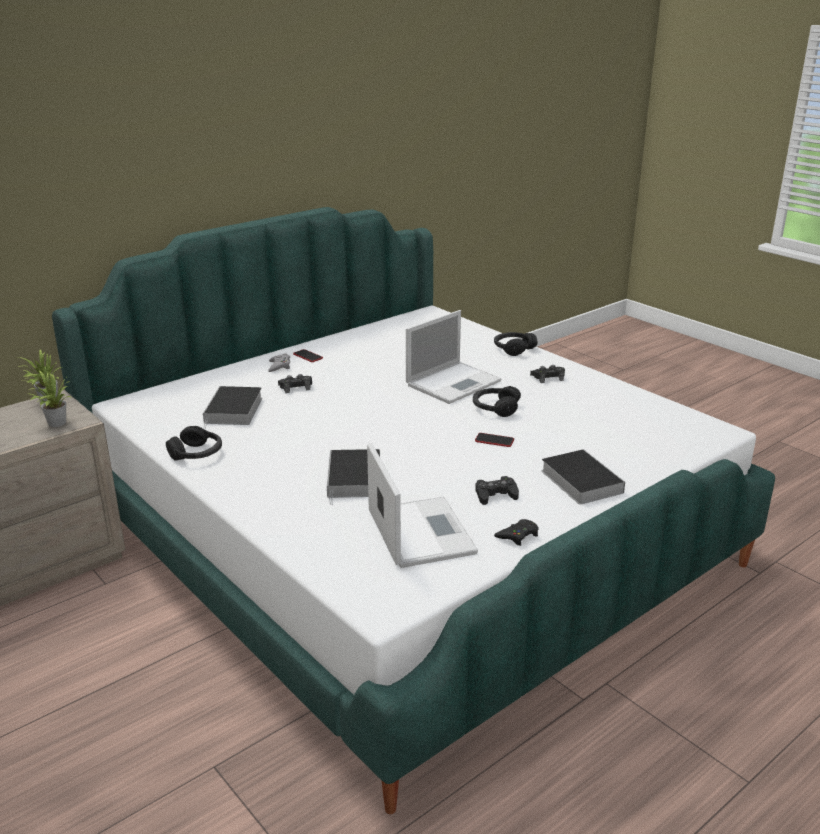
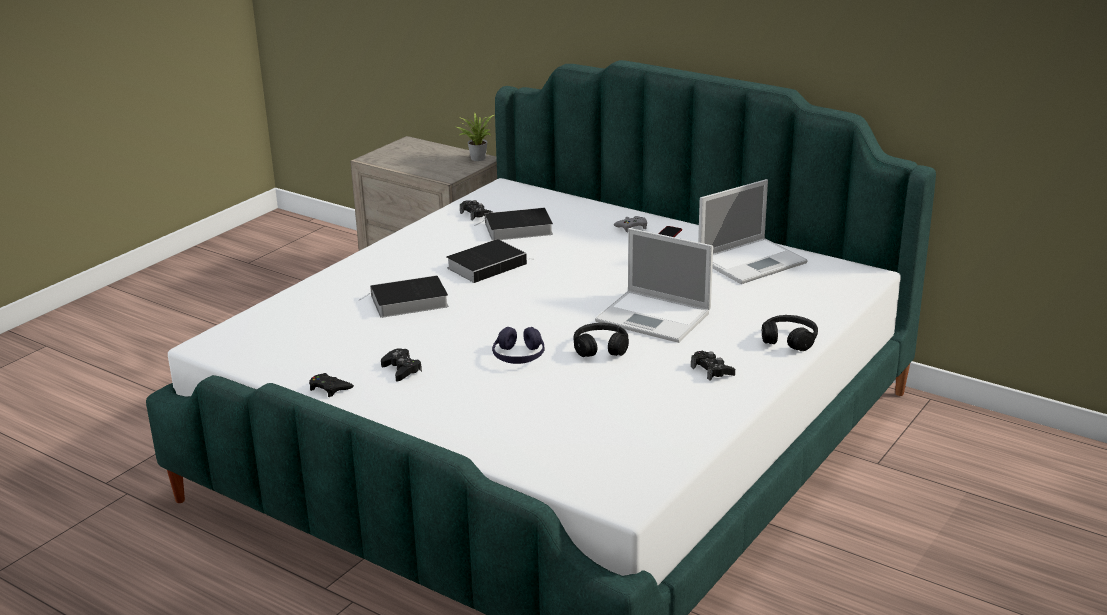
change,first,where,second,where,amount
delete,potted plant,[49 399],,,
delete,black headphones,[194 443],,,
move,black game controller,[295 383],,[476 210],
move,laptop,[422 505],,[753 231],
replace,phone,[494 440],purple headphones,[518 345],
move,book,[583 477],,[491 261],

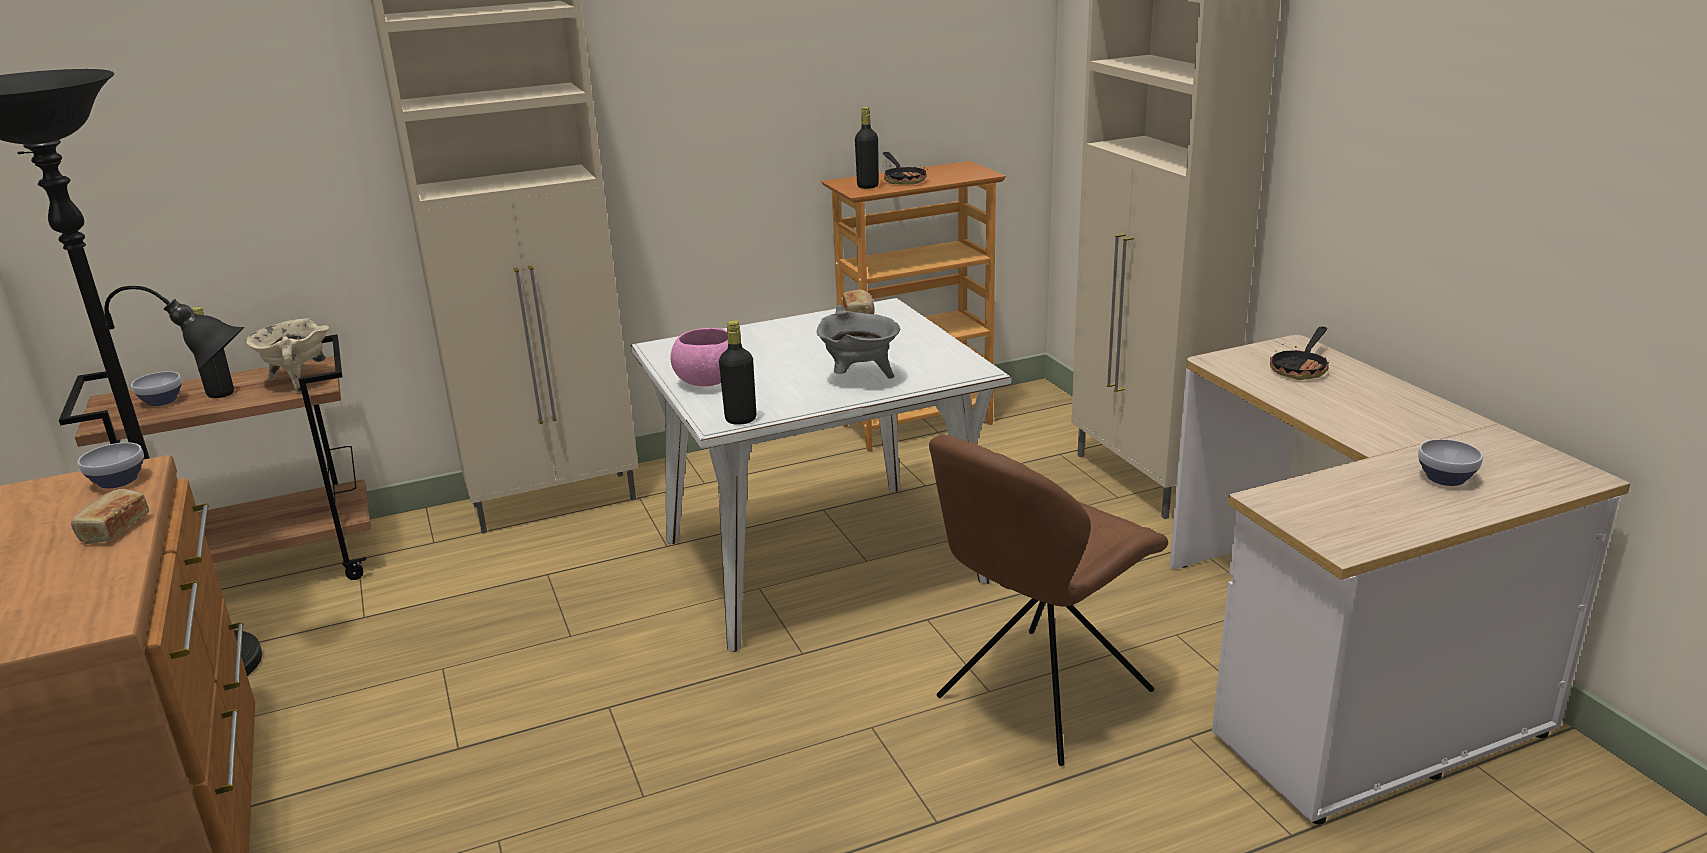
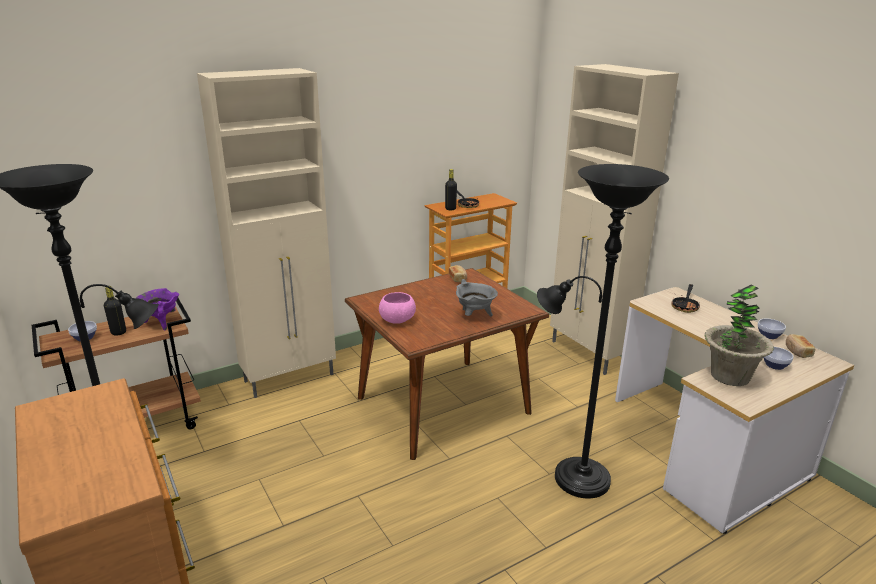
change,first,where,second,where,amount
move,bread,[110 516],,[800 346],
move,bowl,[110 465],,[772 329],
recolor,beige cooking pot,[287 355],purple cooking pot,[157 309],
recolor,white dining table,[821 475],brown dining table,[447 364],
delete,black bottle,[737 372],,,
replace,brown chair,[1048 600],black floor lamp,[603 331],
insert,,,potted plant,[739 335],

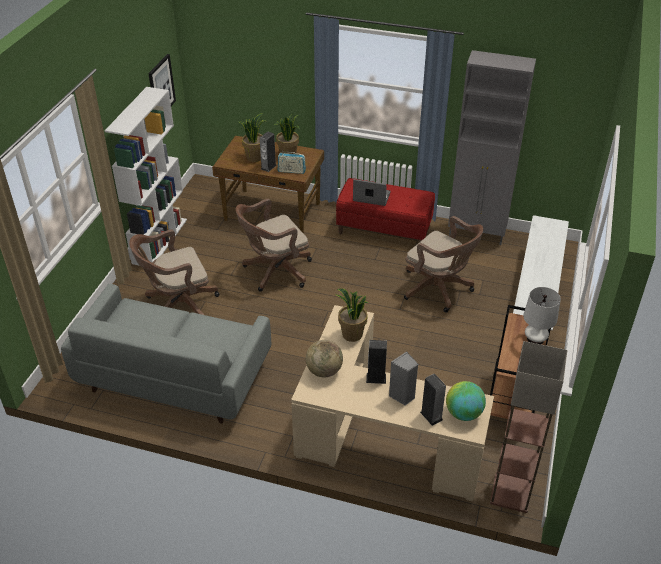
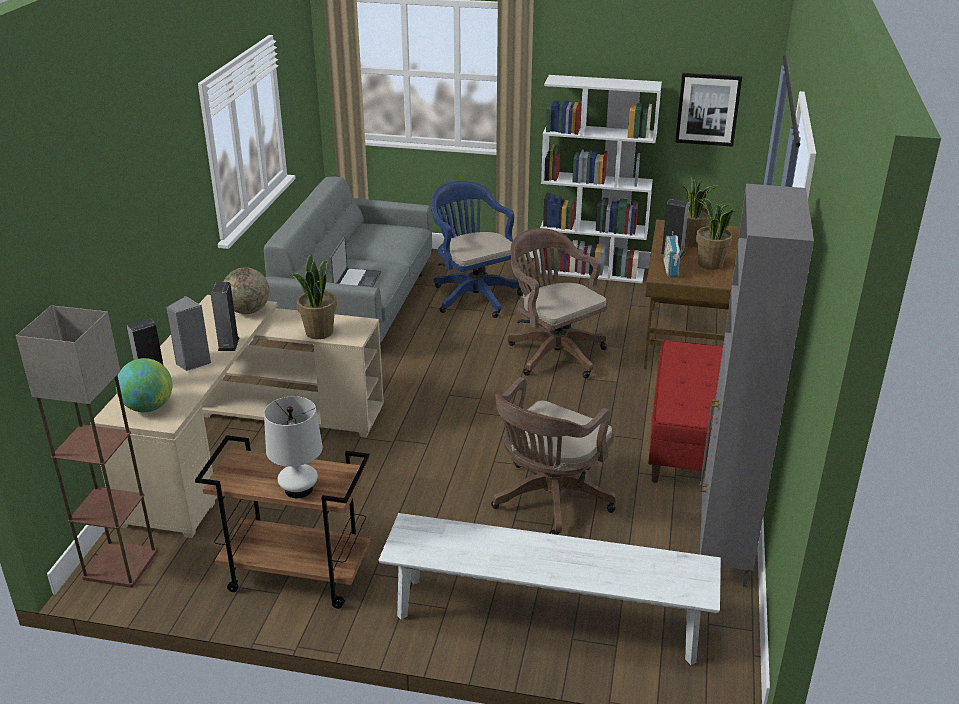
change,first,where,second,where,amount
recolor,brown office chair,[174 272],blue office chair,[477 249],
move,laptop,[371 192],,[355 262],

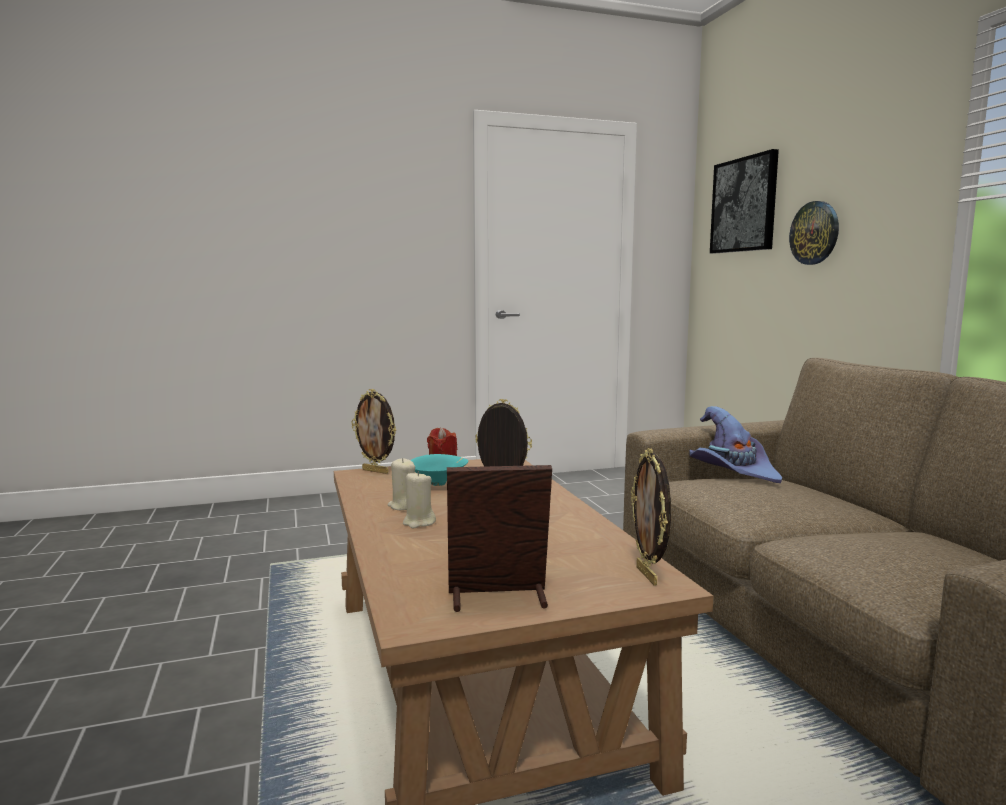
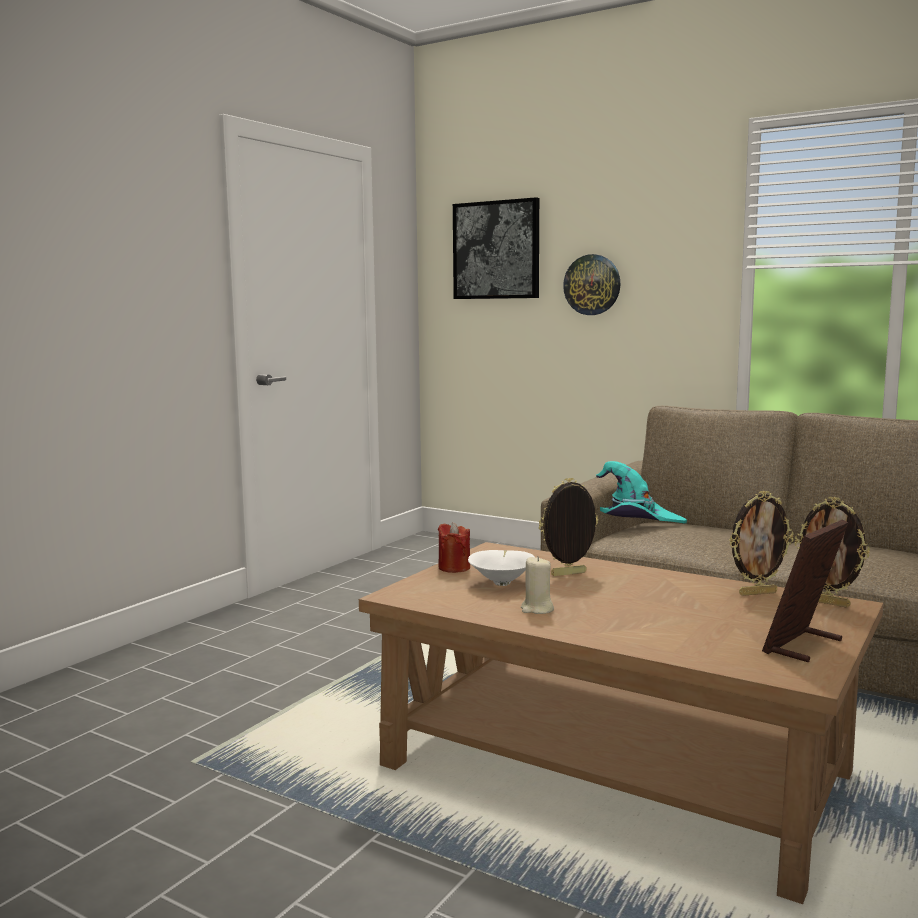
change,first,where,second,where,amount
move,picture frame,[373 431],,[761 543],
delete,beige candle,[419 499],,,
recolor,turquoise bowl,[439 470],white bowl,[501 568],
recolor,purple hat,[736 444],turquoise hat,[641 492],

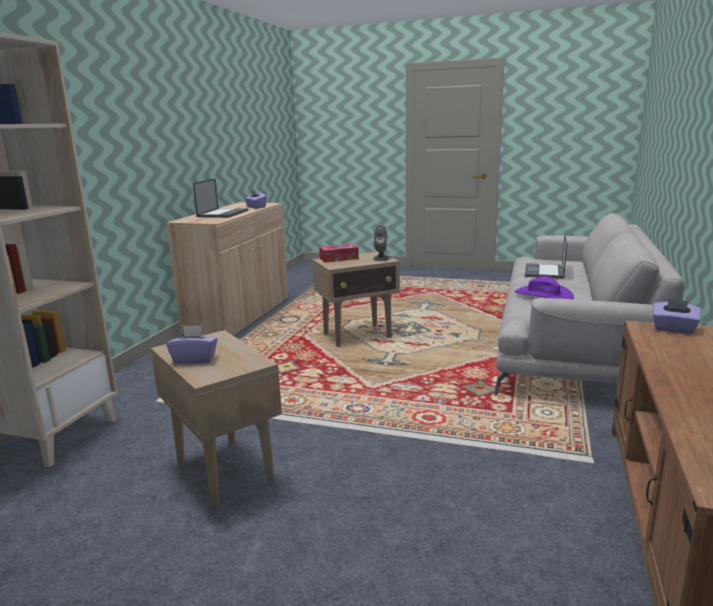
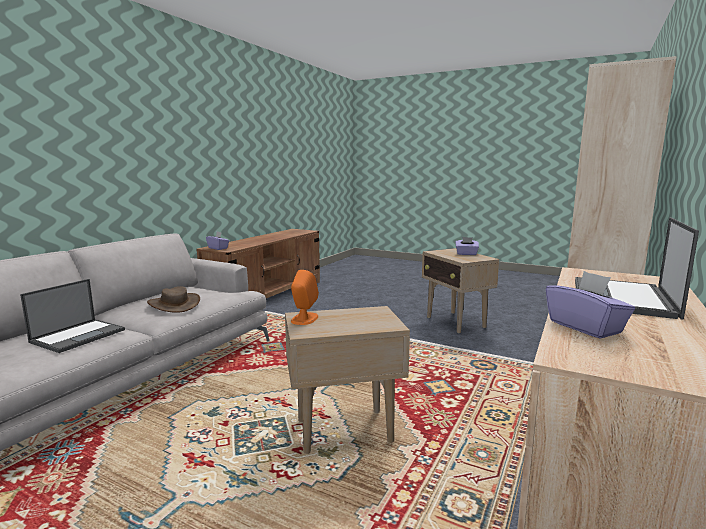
change,first,where,second,where,amount
delete,tissue box,[339 253],,,
recolor,grey speaker,[381 243],orange speaker,[305 297],
recolor,purple hat,[544 287],brown hat,[173 299],

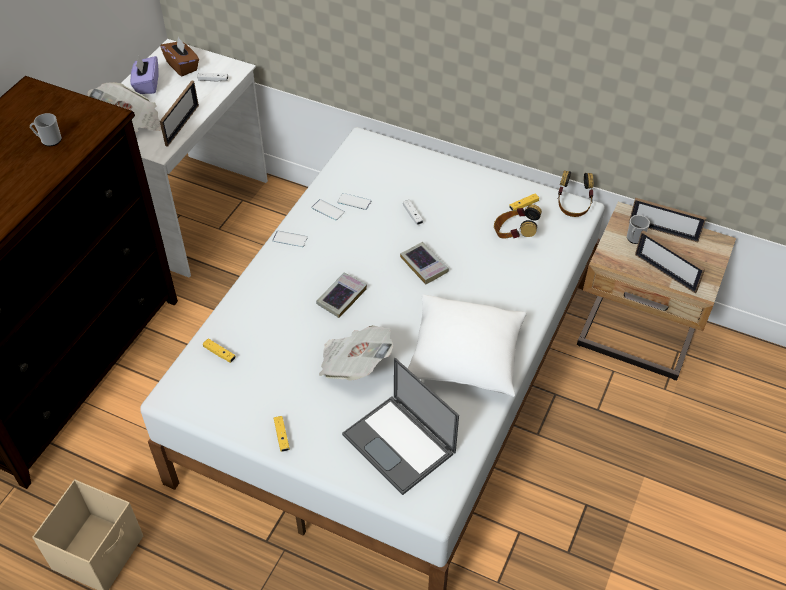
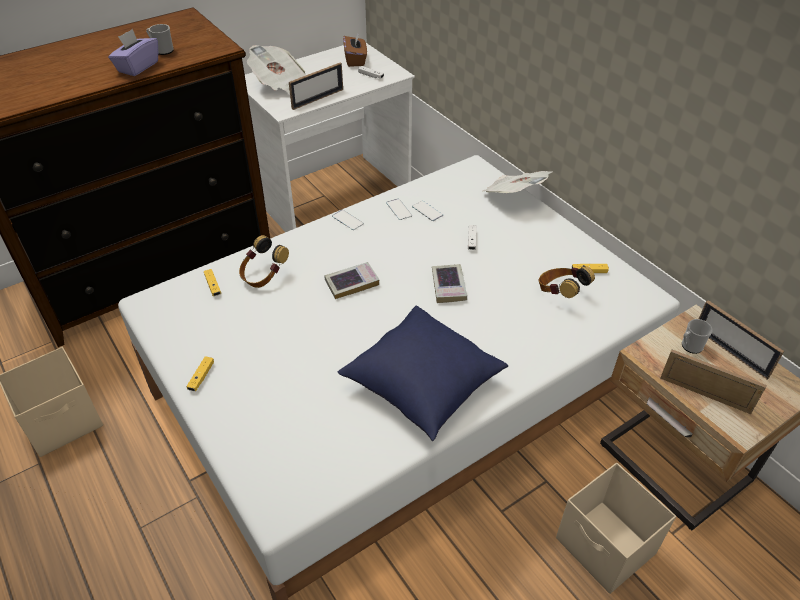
change,first,where,second,where,amount
move,purple tissue box,[144 75],,[133 52],
move,newspaper,[356 353],,[518 182],
delete,laptop,[400 426],,,
recolor,white pillow,[467 346],blue pillow,[423 373],
move,headphones,[576 194],,[264 261],
rotate,picture frame,[670 262],,[713 381],135 degrees clockwise
insert,,,beige storage box,[616 528],

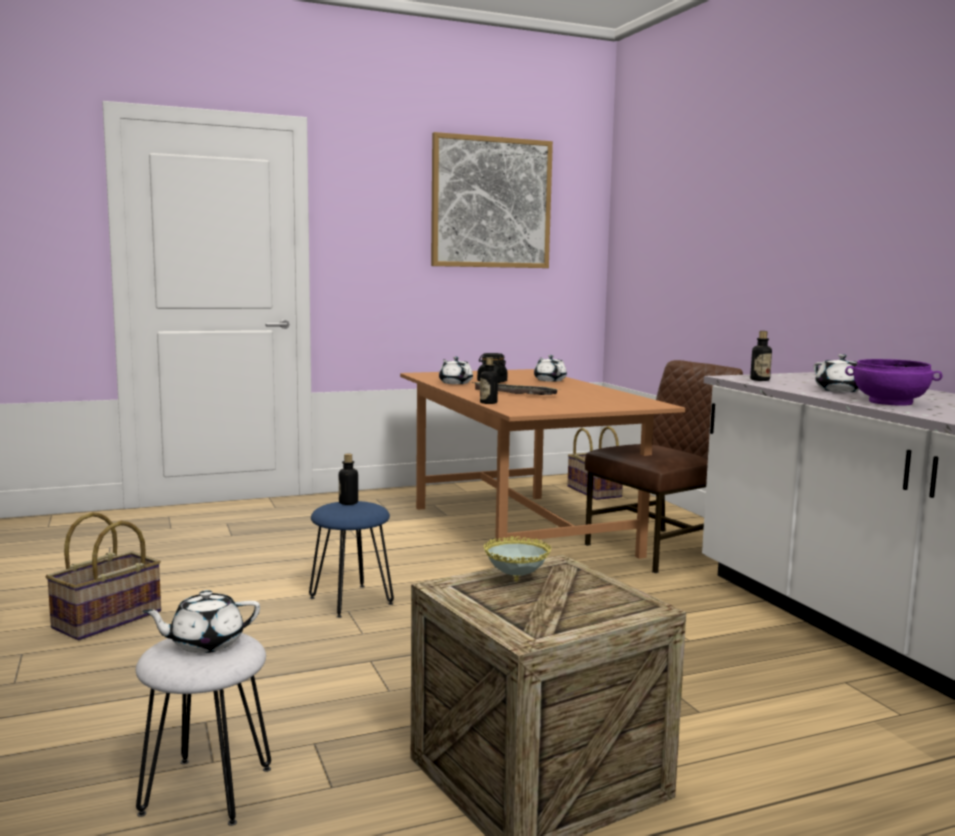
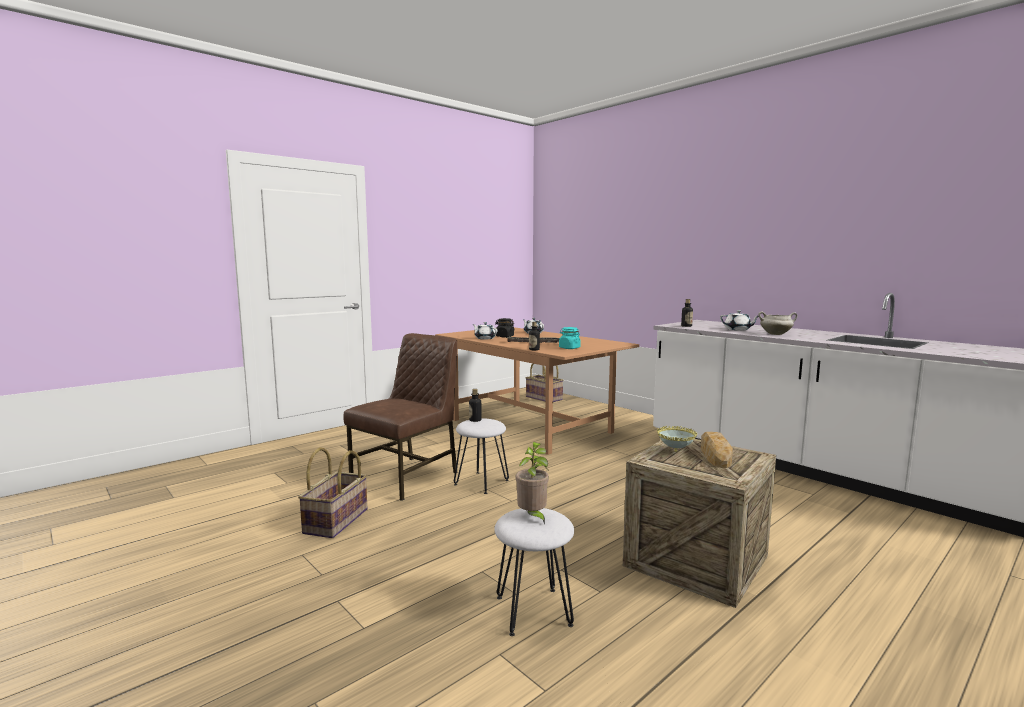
change,first,where,second,where,amount
replace,white teapot,[201 621],potted plant,[532 483],
recolor,blue stool,[351 559],white stool,[481 456],
delete,picture,[492 200],,,
move,brown chair,[664 466],,[400 417],
replace,purple bowl,[894 382],white cooking pot,[778 323],
insert,,,turquoise jar,[570 338],
insert,,,bread,[717 450],

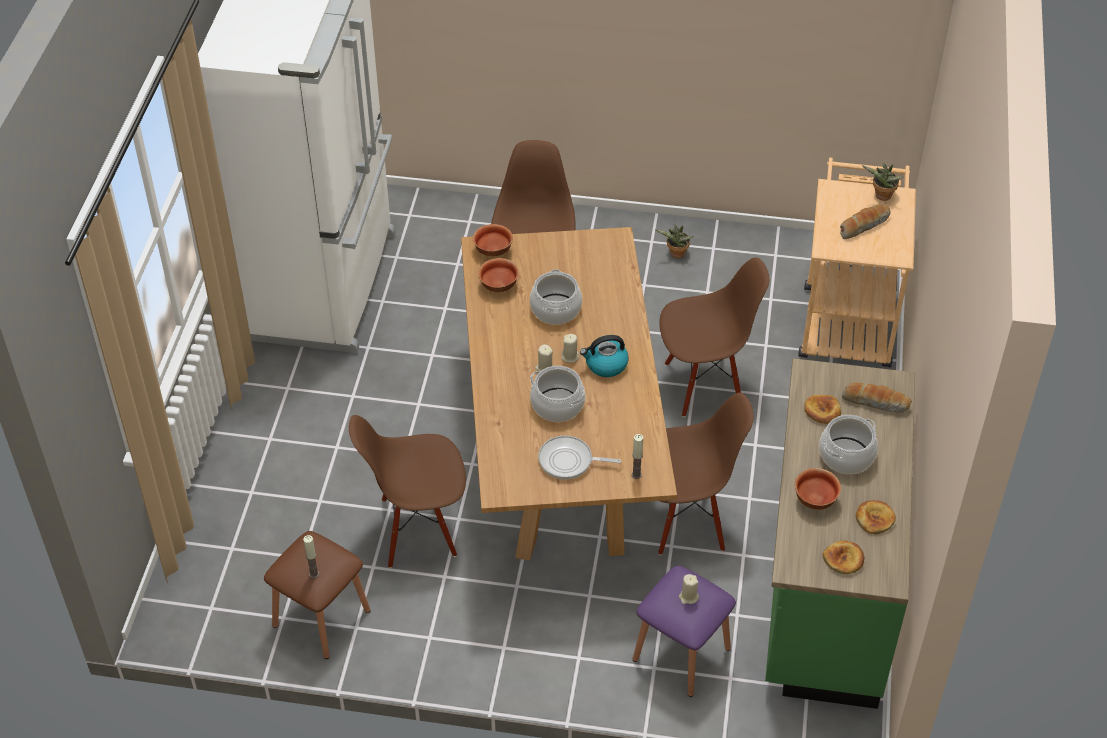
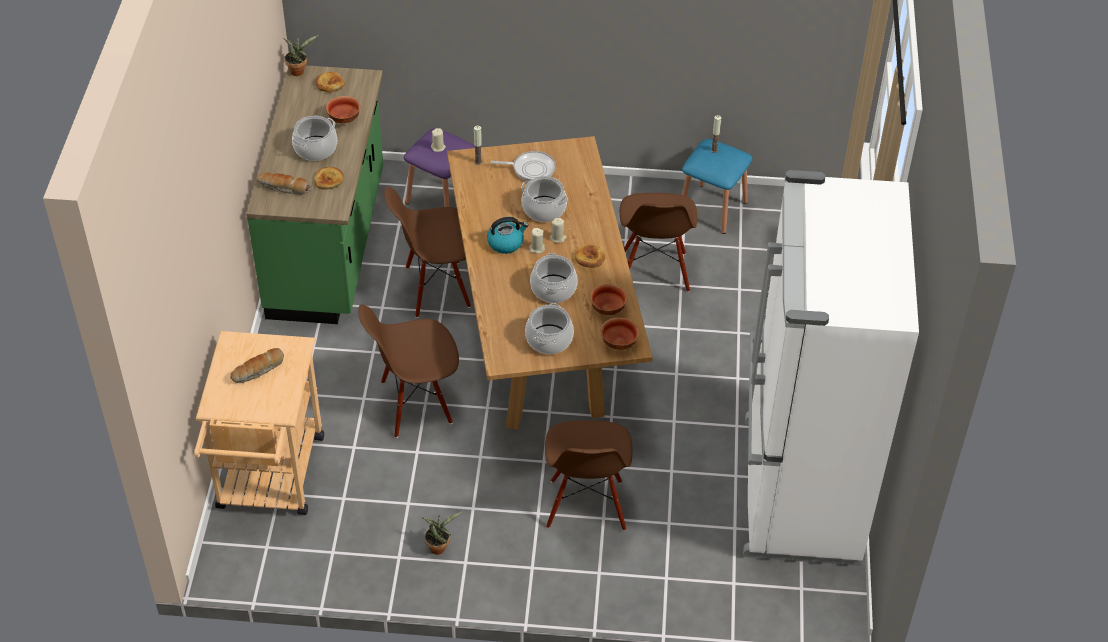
change,first,where,second,where,amount
recolor,brown stool,[317 595],blue stool,[717 186],
rotate,brown chair,[407 491],,[658 242],105 degrees clockwise
move,bread,[875 517],,[590 256],
move,potted plant,[882 182],,[301 55],
insert,,,cooking pot,[549 328],

